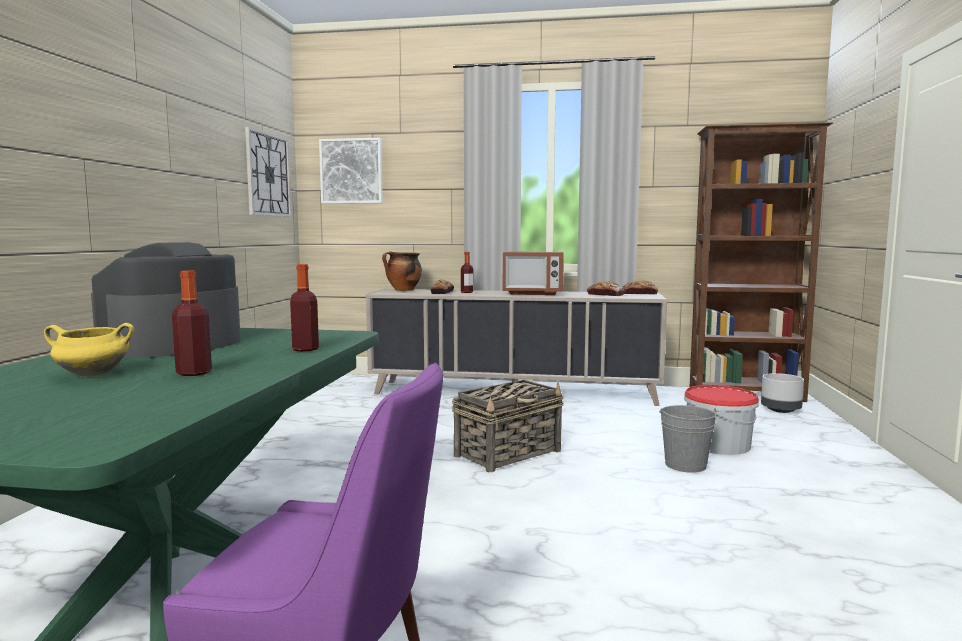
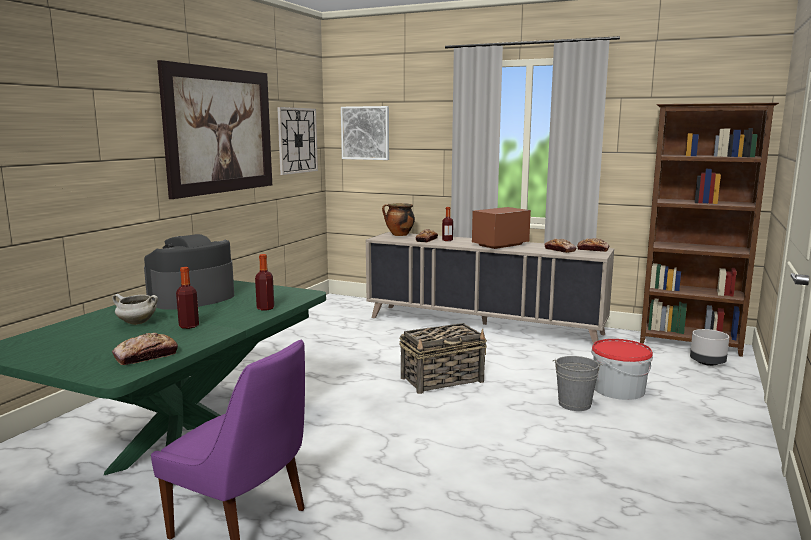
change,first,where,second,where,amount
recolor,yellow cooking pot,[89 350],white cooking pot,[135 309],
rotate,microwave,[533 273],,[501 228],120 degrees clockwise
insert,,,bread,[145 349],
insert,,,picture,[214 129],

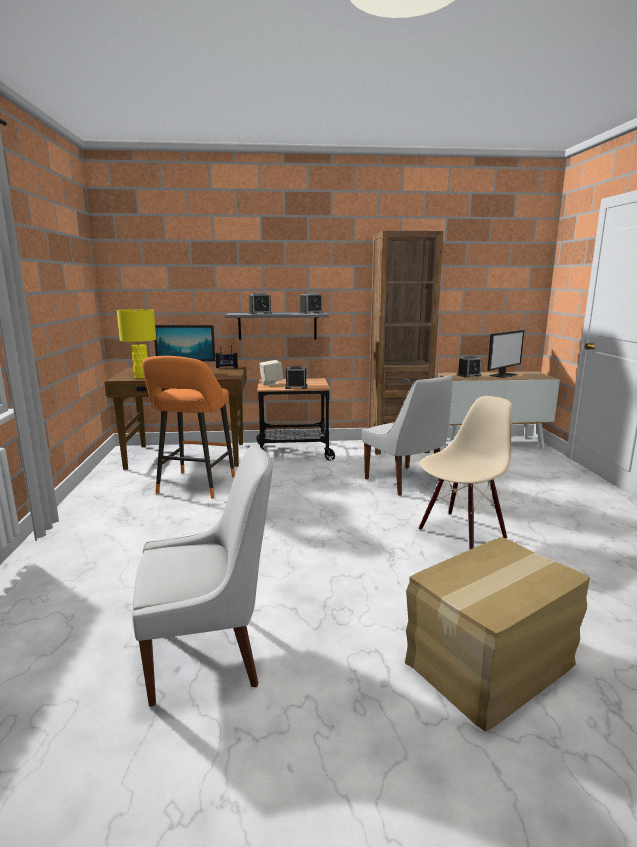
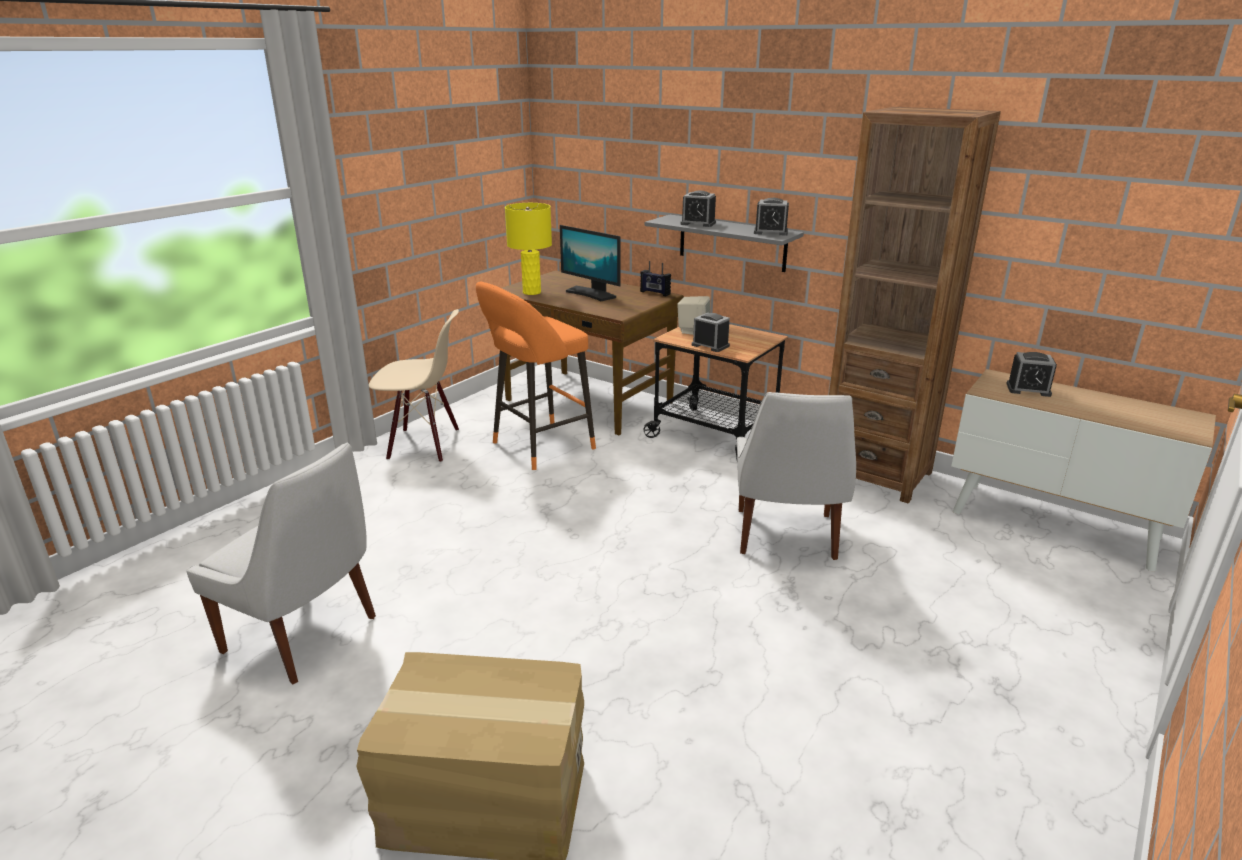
change,first,where,second,where,amount
move,beige chair,[466 473],,[414 385],
delete,monitor,[505 354],,,

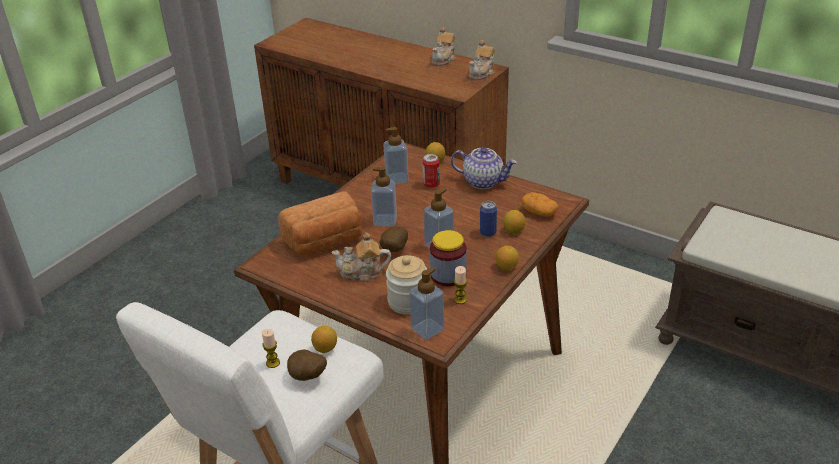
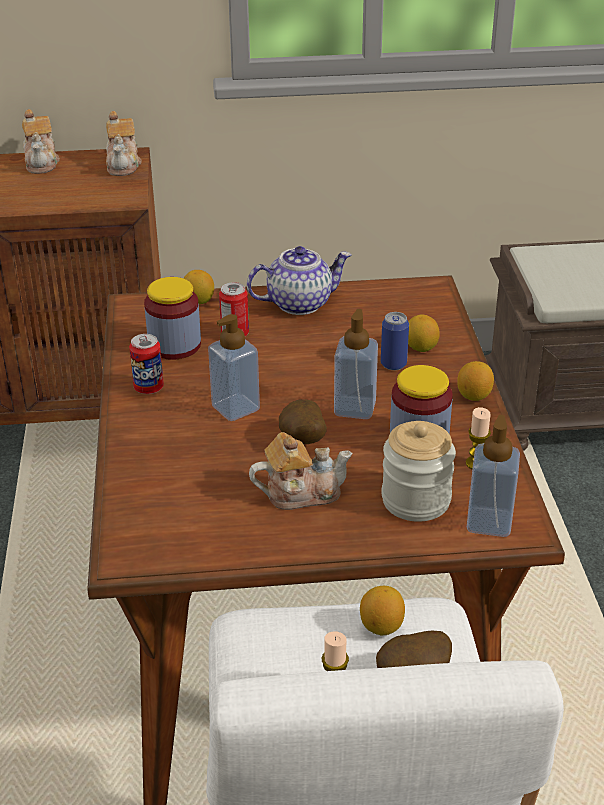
change,first,where,second,where,amount
delete,bread,[320 223],,,
rotate,teapot,[361 257],,[301 471],150 degrees counterclockwise
replace,soap dispenser,[396 155],jar,[172 318],
delete,potato,[539 204],,,
insert,,,can,[146 364],

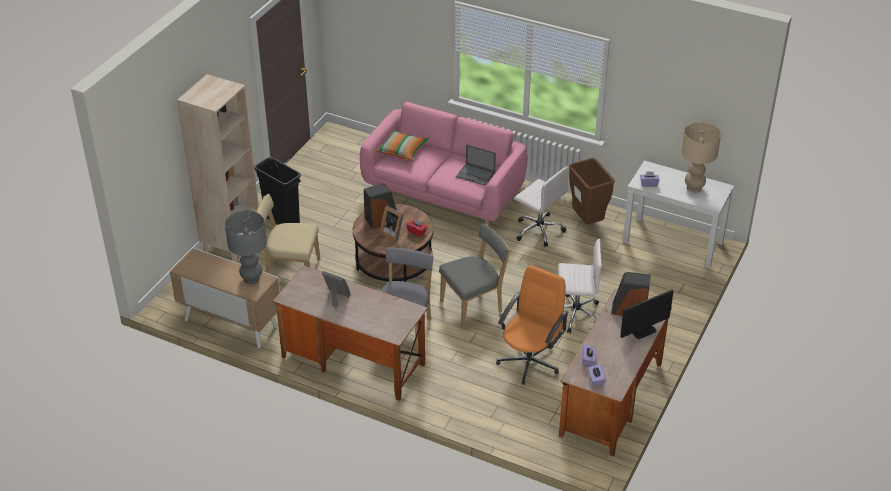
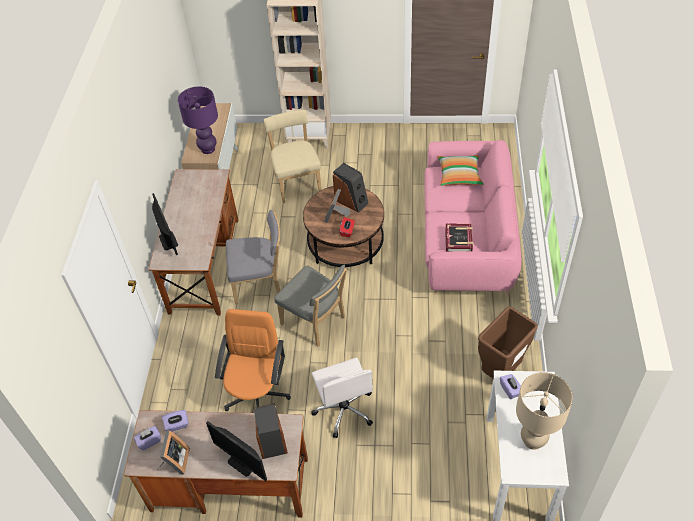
change,first,where,second,where,amount
recolor,grey table lamp,[246 247],purple table lamp,[198 120],
delete,black trash can,[277 191],,,
move,picture frame,[336 290],,[173 452],
replace,laptop,[476 165],book,[459 238],
rotate,orange office chair,[532 325],,[253 360],90 degrees counterclockwise
delete,white office chair,[541 207],,,
insert,,,monitor,[165 224],

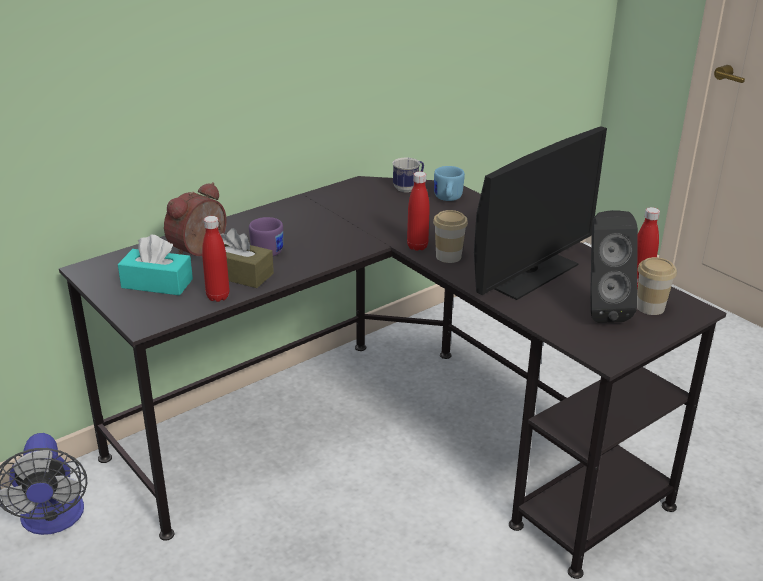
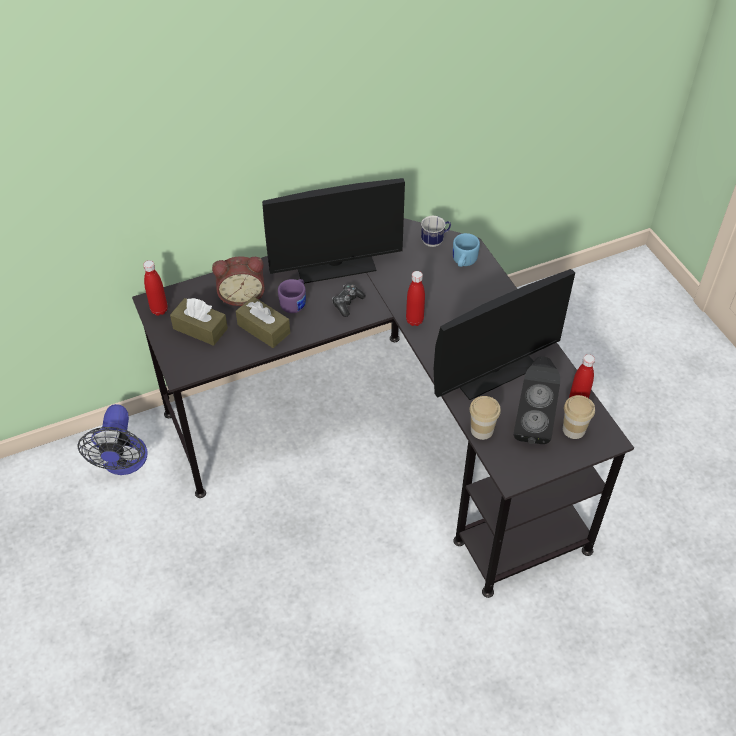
change,first,where,second,where,amount
recolor,turquoise tissue box,[155 265],brown tissue box,[199 322],
rotate,alarm clock,[195 219],,[238 281],150 degrees counterclockwise
move,red bottle,[215 259],,[155 288],
move,cup,[450 236],,[485 418],
insert,,,monitor,[333 231],
insert,,,game controller,[349 300],

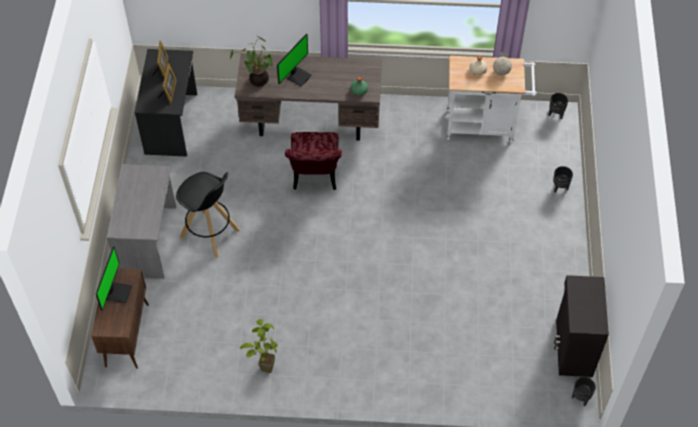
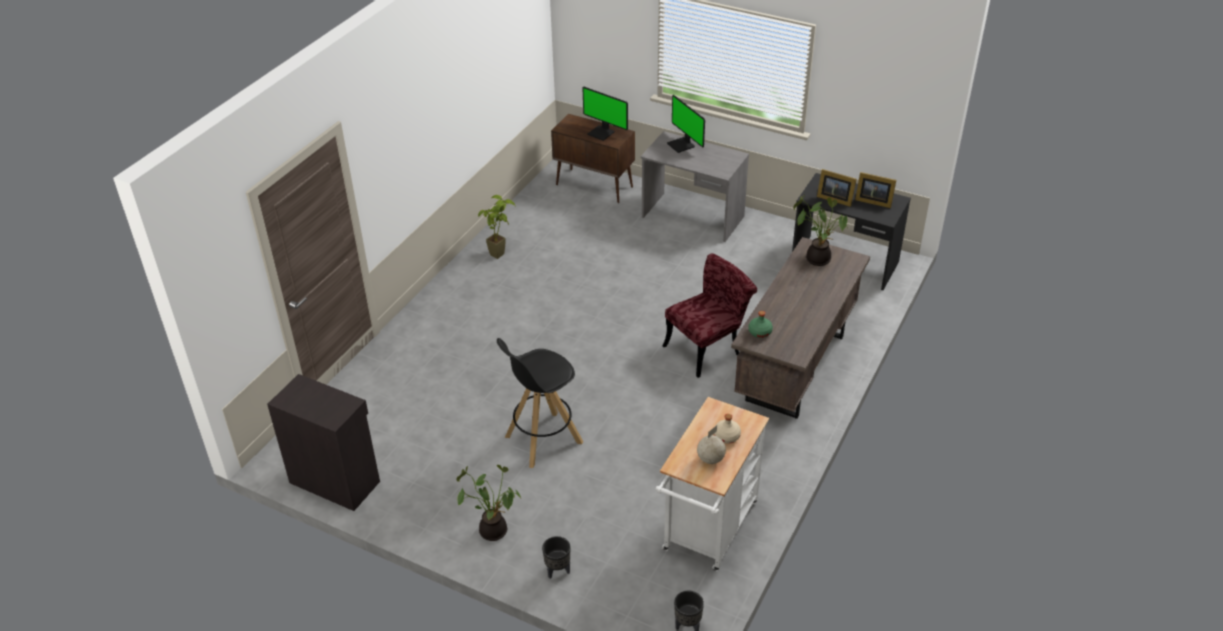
change,first,where,second,where,amount
move,black stool,[208 215],,[540 403],
move,monitor,[294 60],,[686 124],
rotate,red chair,[313 161],,[710 316],120 degrees clockwise
delete,black planter,[584 391],,,
insert,,,potted plant,[489 503],

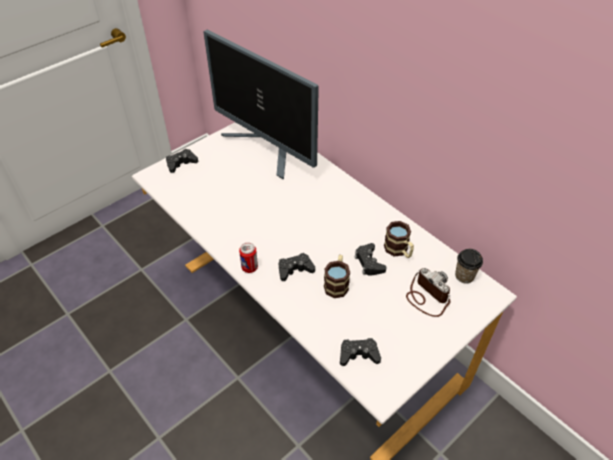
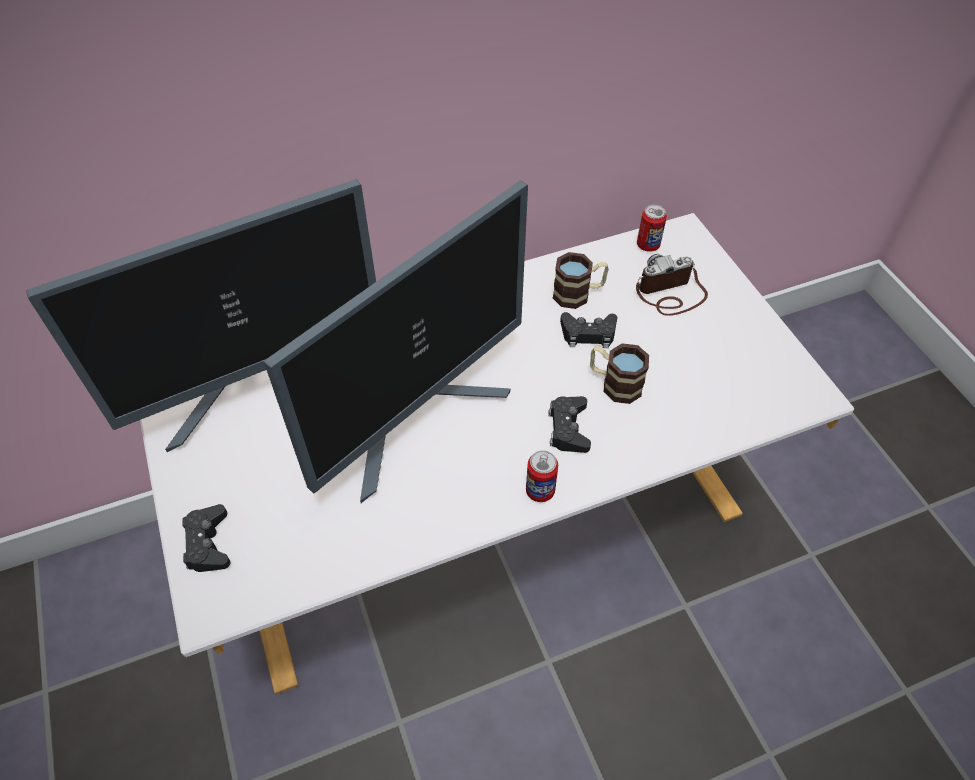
change,first,where,second,where,amount
delete,black game controller,[360 352],,,
replace,cup,[469 266],can,[652 228],
insert,,,monitor,[396 342],

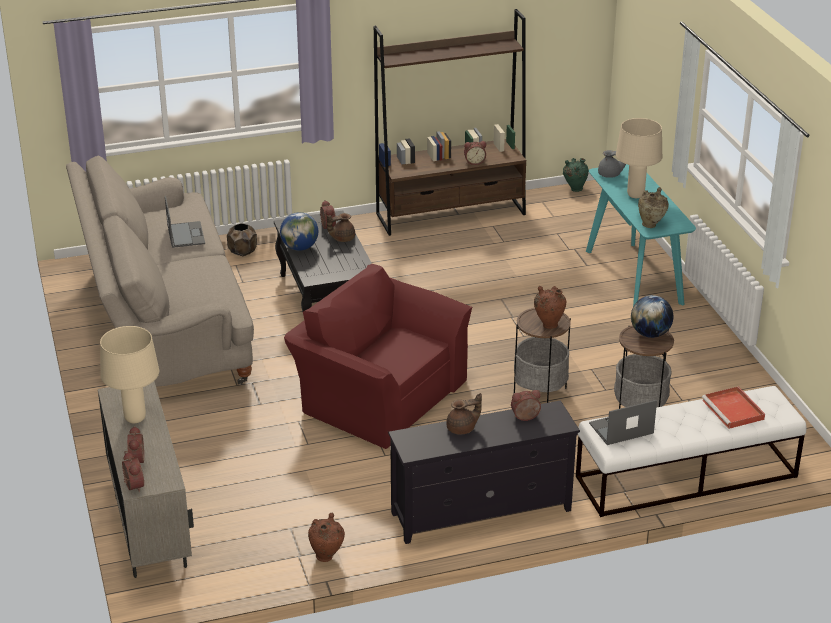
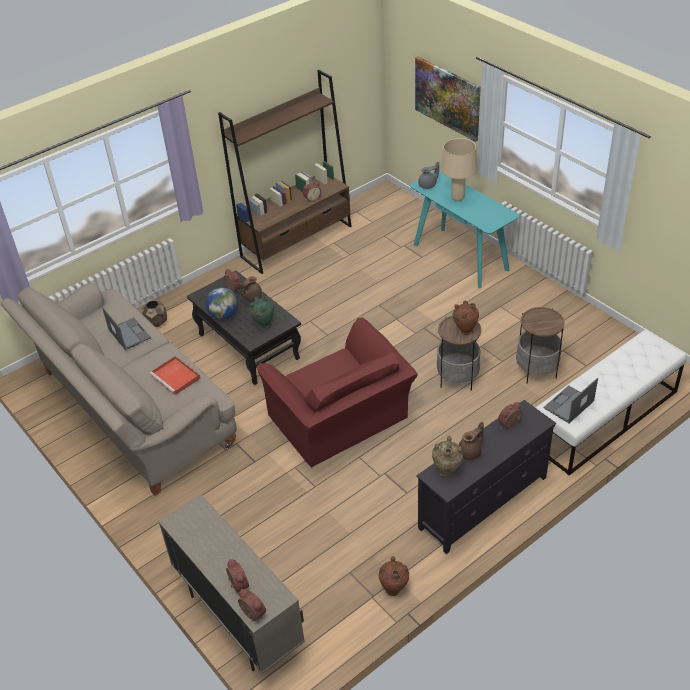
change,first,where,second,where,amount
delete,beige table lamp,[129 374],,,
rotate,red armchair,[378 356],,[337 392],135 degrees counterclockwise
move,green vase,[576 175],,[261 312],
delete,globe,[652 316],,,
move,beige vase,[653 207],,[447 456],
move,red tray,[733 407],,[175 375],
insert,,,picture,[448 99],

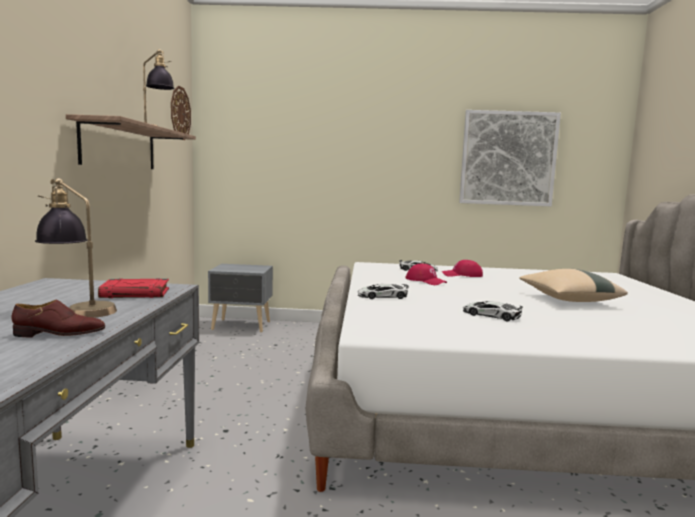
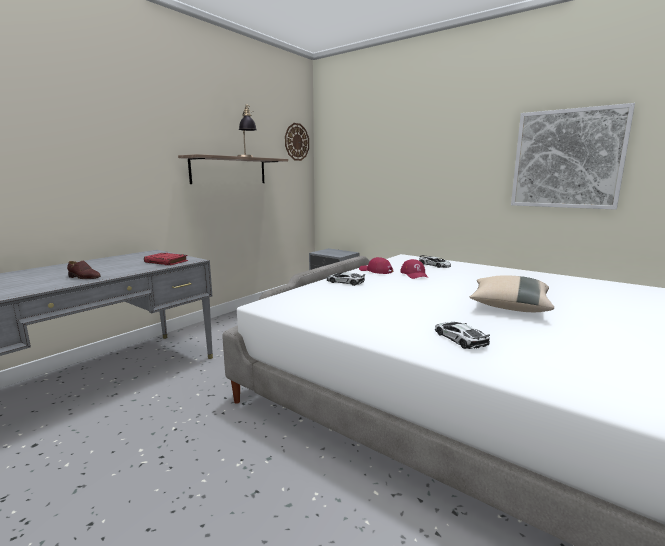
change,first,where,second,where,amount
delete,table lamp,[76 248],,,
move,red cap,[462 268],,[376 265],
move,toy car,[493 311],,[462 335],

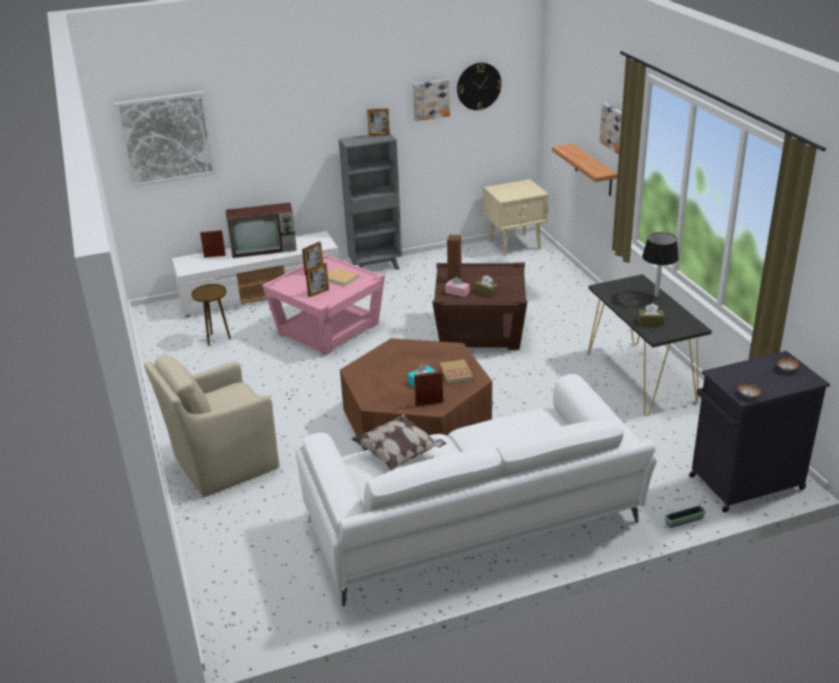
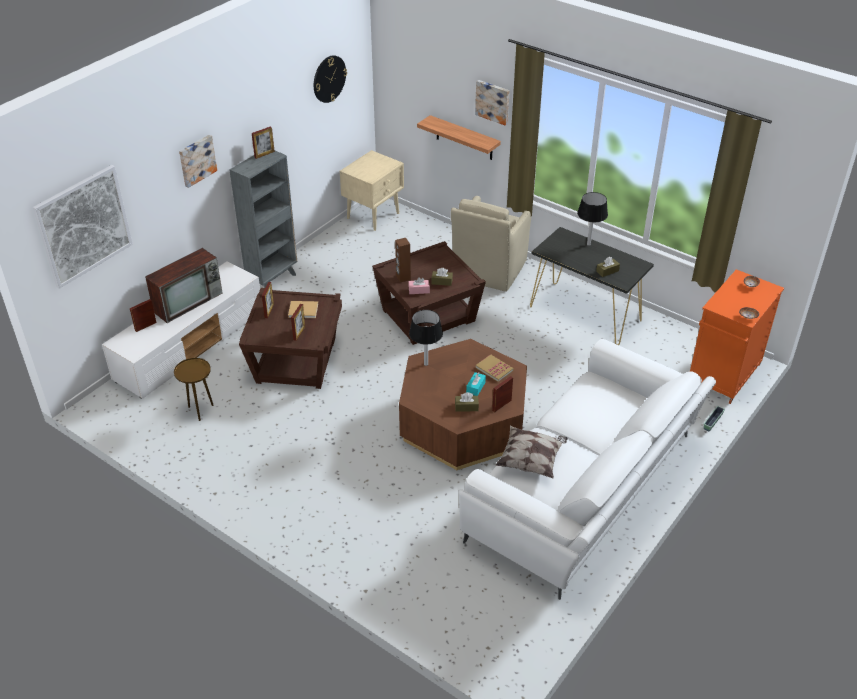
change,first,where,second,where,amount
move,beige armchair,[211 425],,[491 244],
recolor,pink side table,[323 304],brown side table,[290 338],
move,picture,[431 100],,[198 161],
recolor,black cabinet,[759 431],orange cabinet,[737 336],
insert,,,black table lamp,[426 338],
insert,,,brown tissue box,[467 402],

